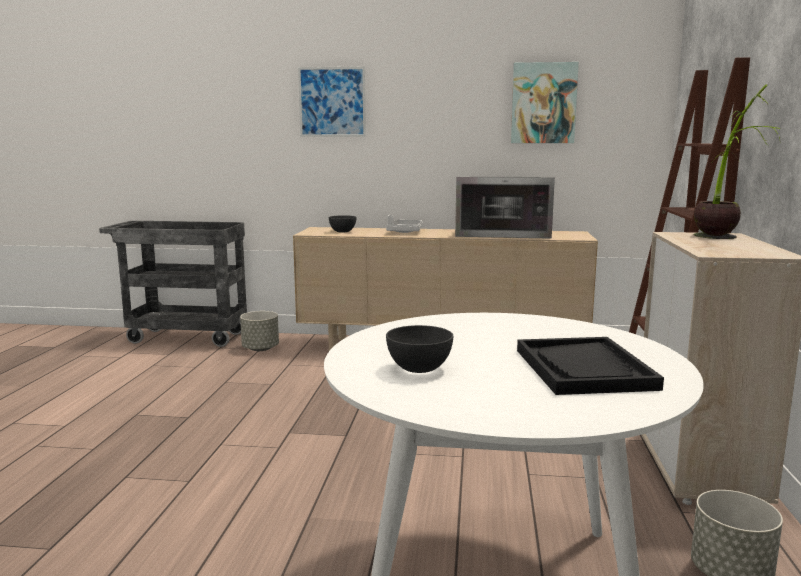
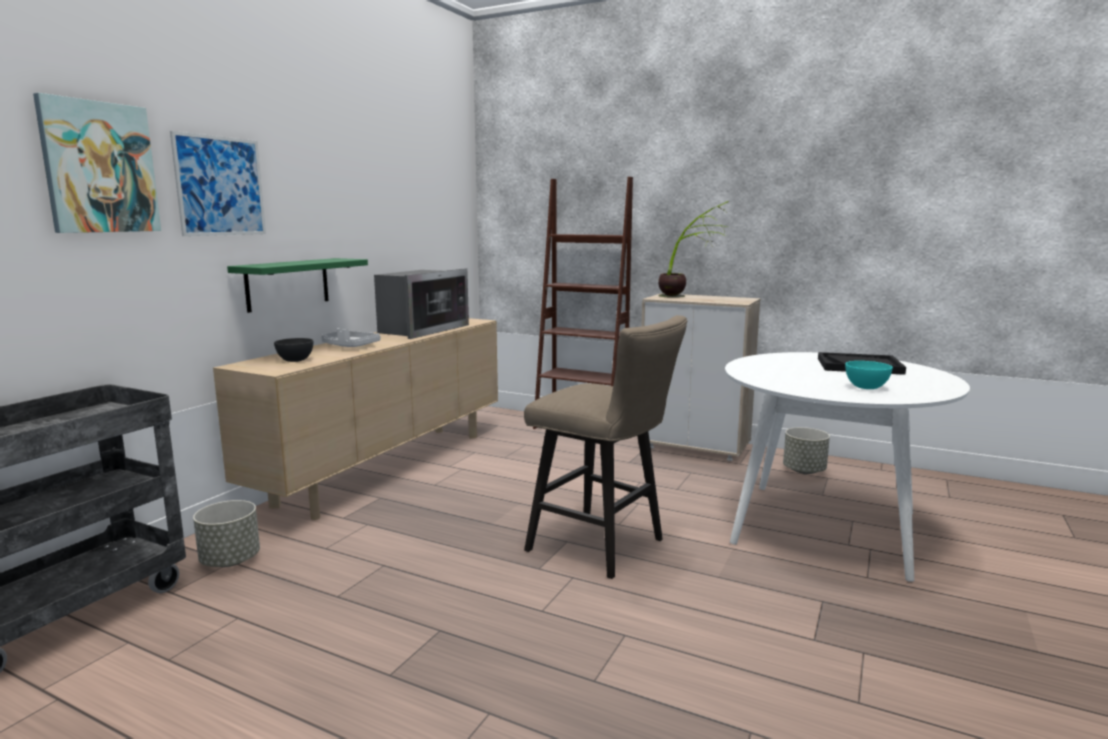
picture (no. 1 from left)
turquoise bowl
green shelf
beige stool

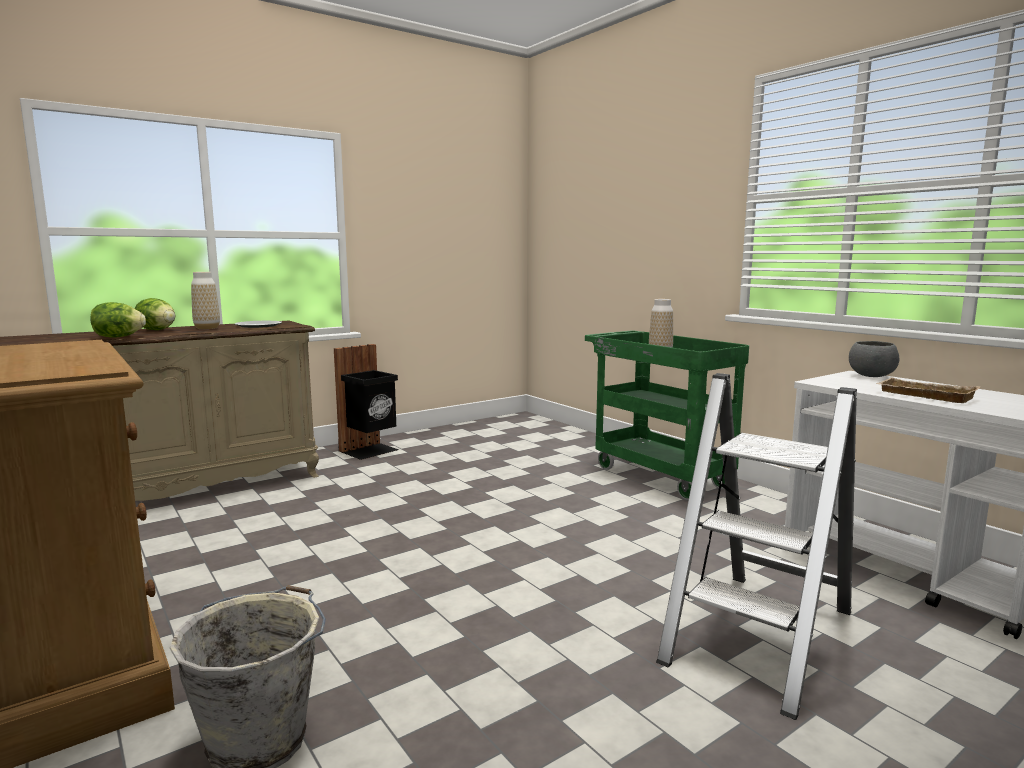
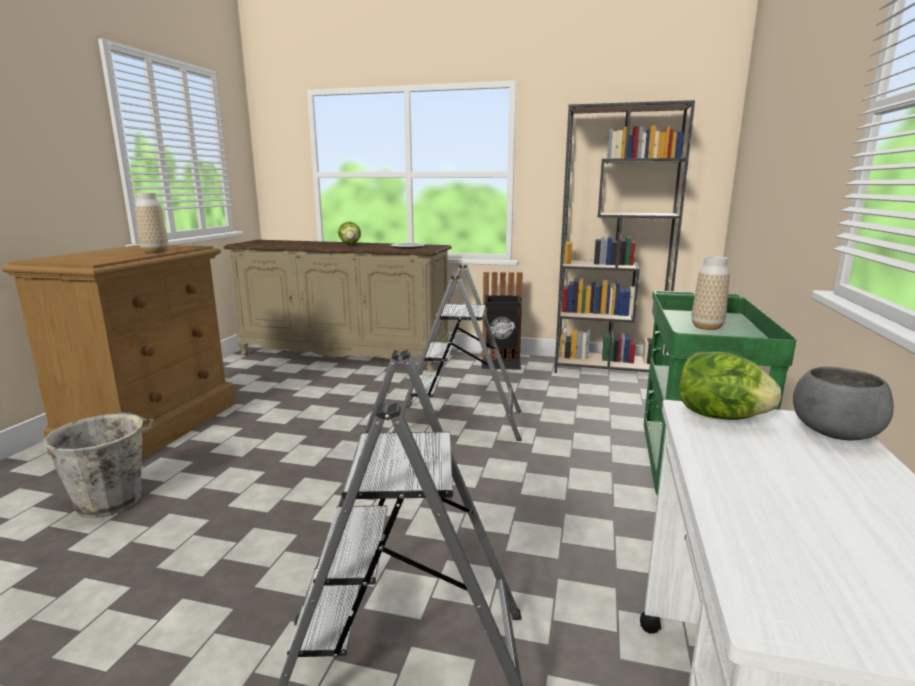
vase (no. 1 from left)
lettuce (no. 2 from left)
beige tray
bookcase
grey step ladder (no. 2 from left)

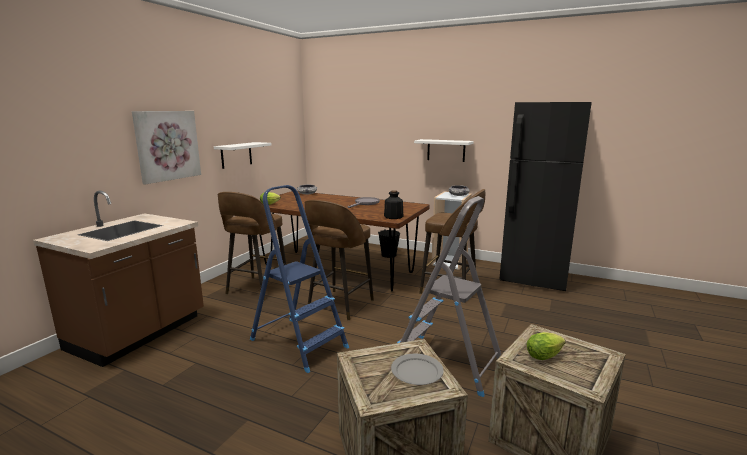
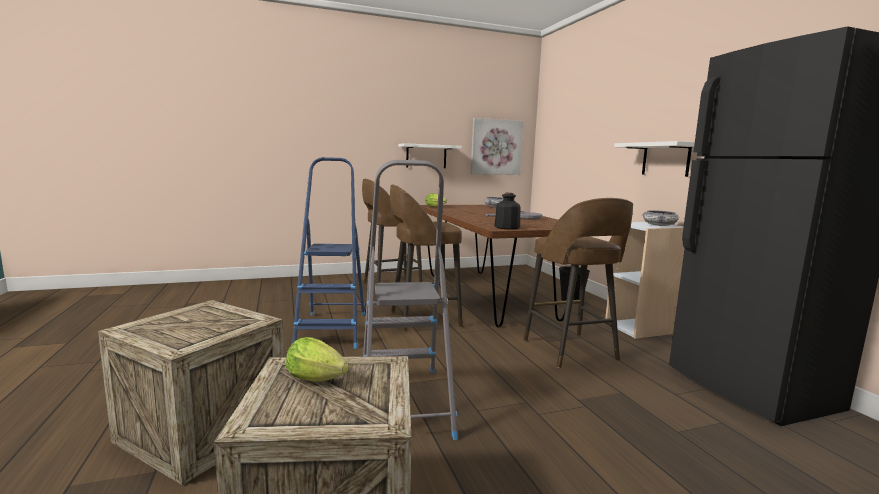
picture
brown counter
grey plate

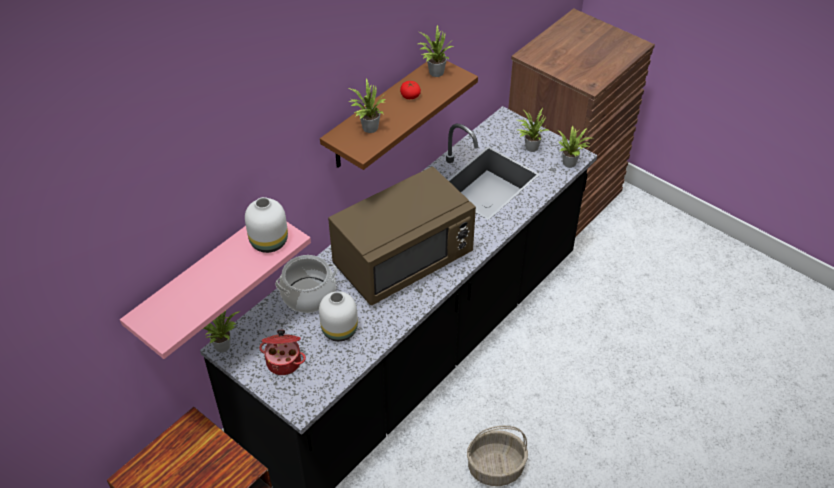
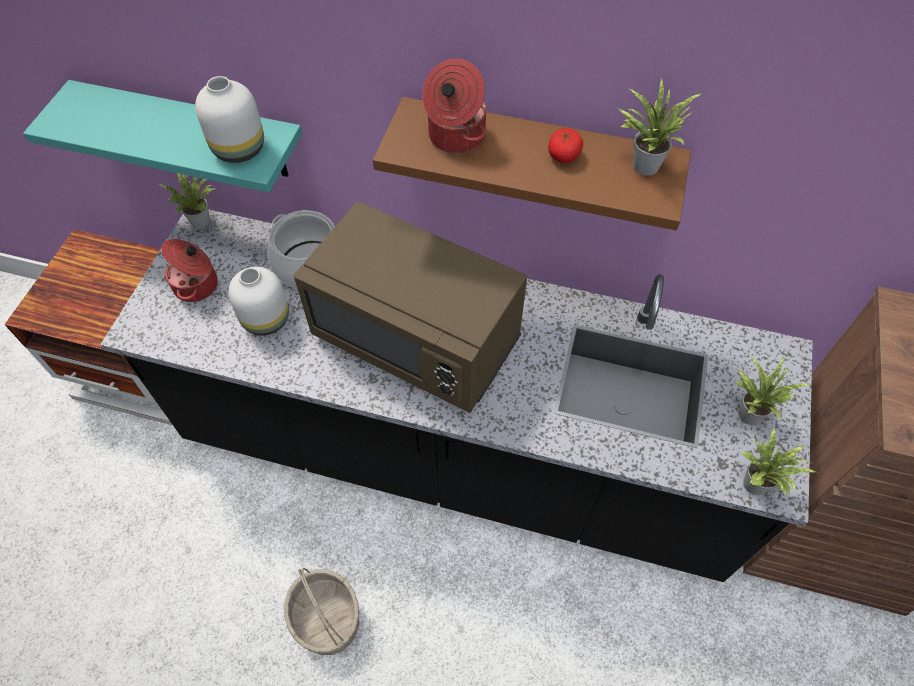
cooking pot (no. 3 from left)
turquoise shelf

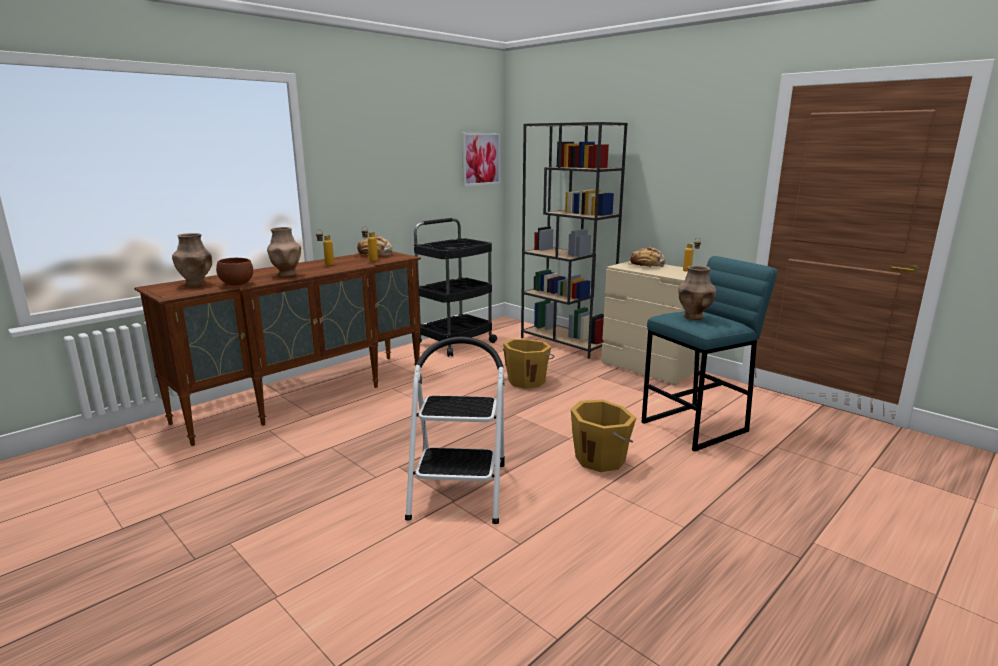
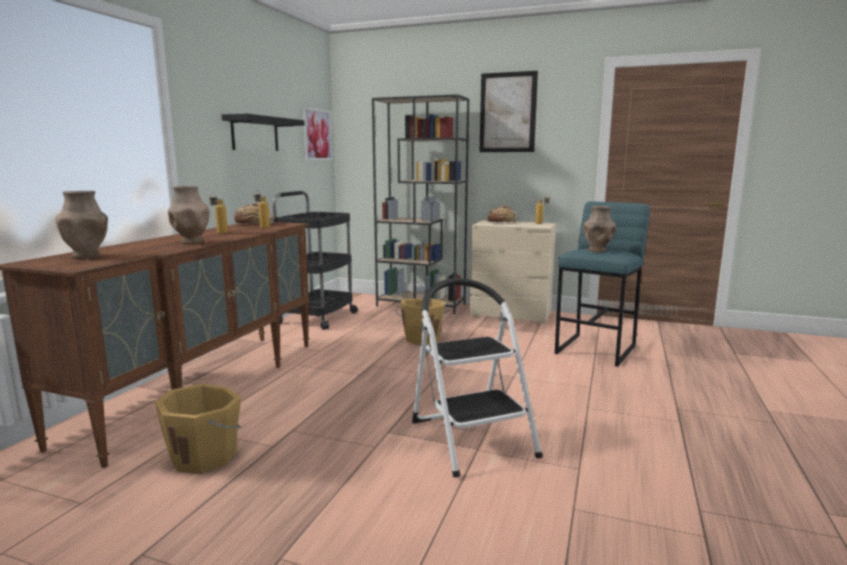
brown bowl
orange bucket (no. 1 from left)
picture (no. 2 from left)
black shelf

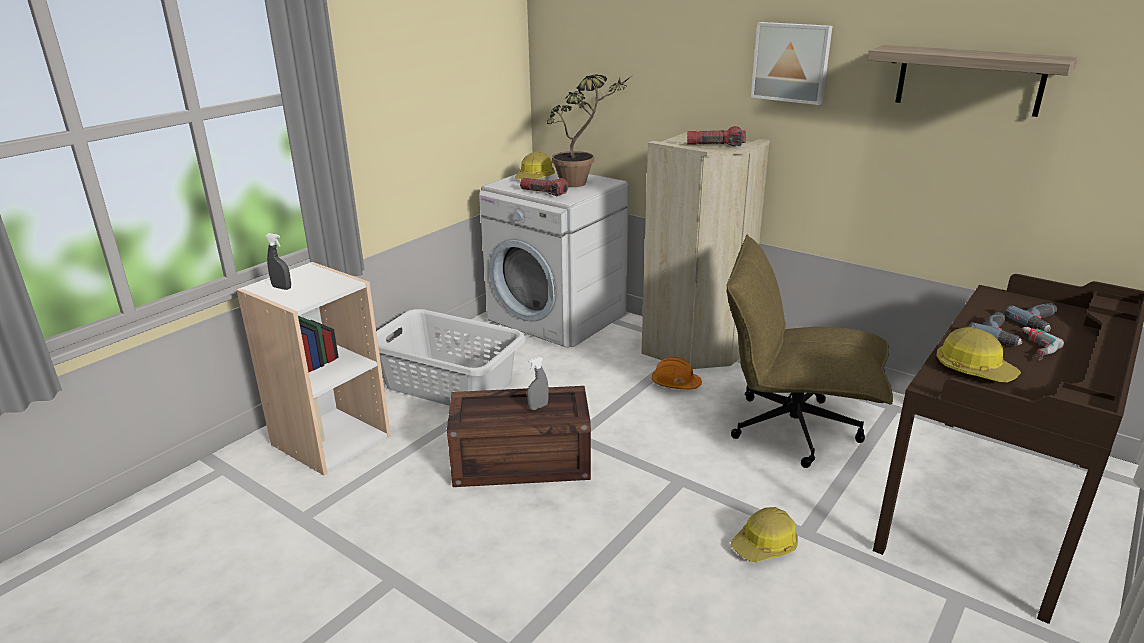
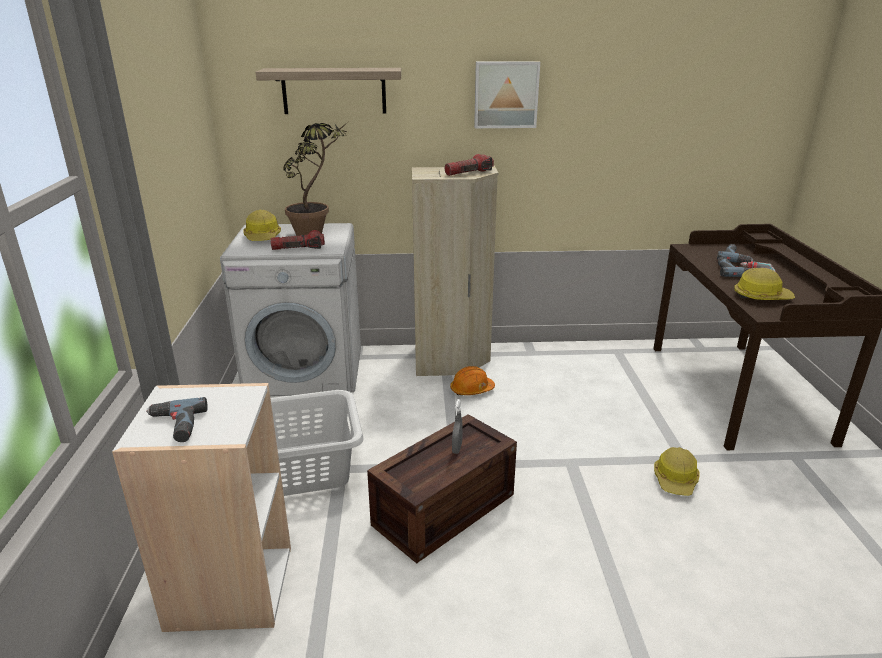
shelf
power drill (no. 1 from left)
beige office chair

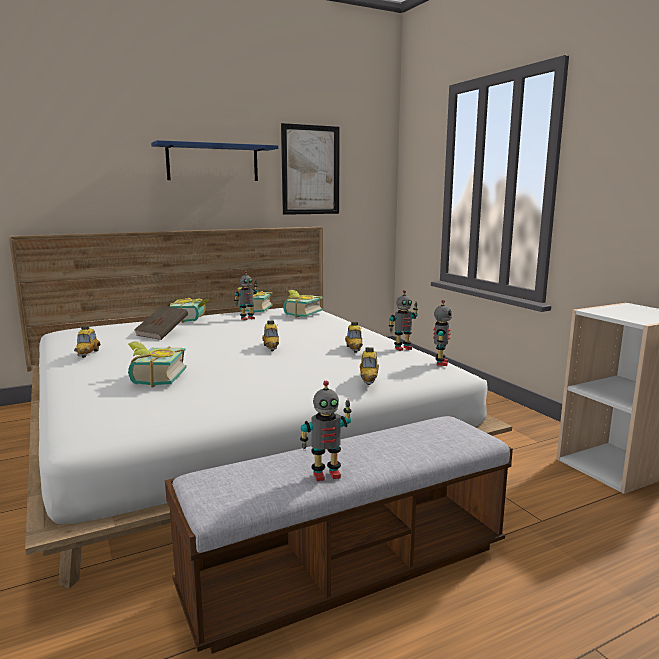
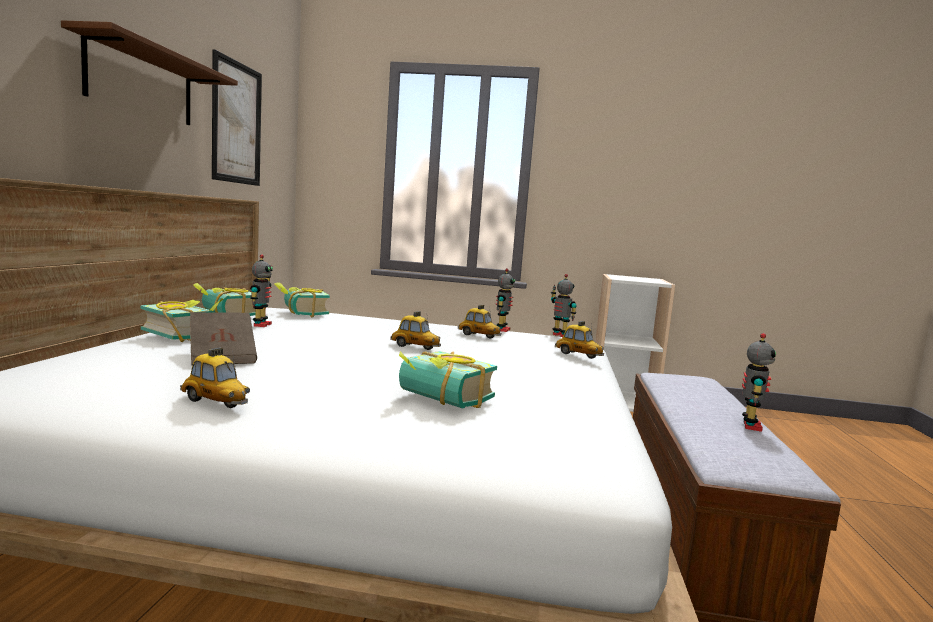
brown shelf

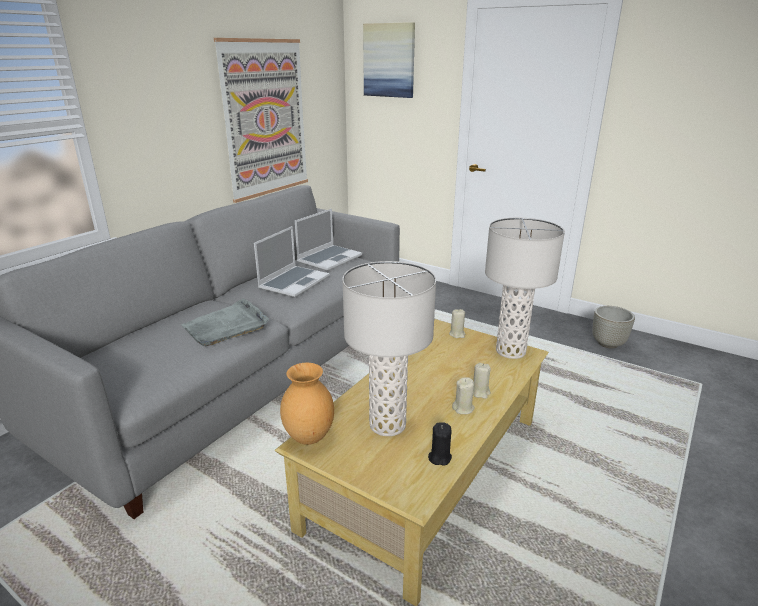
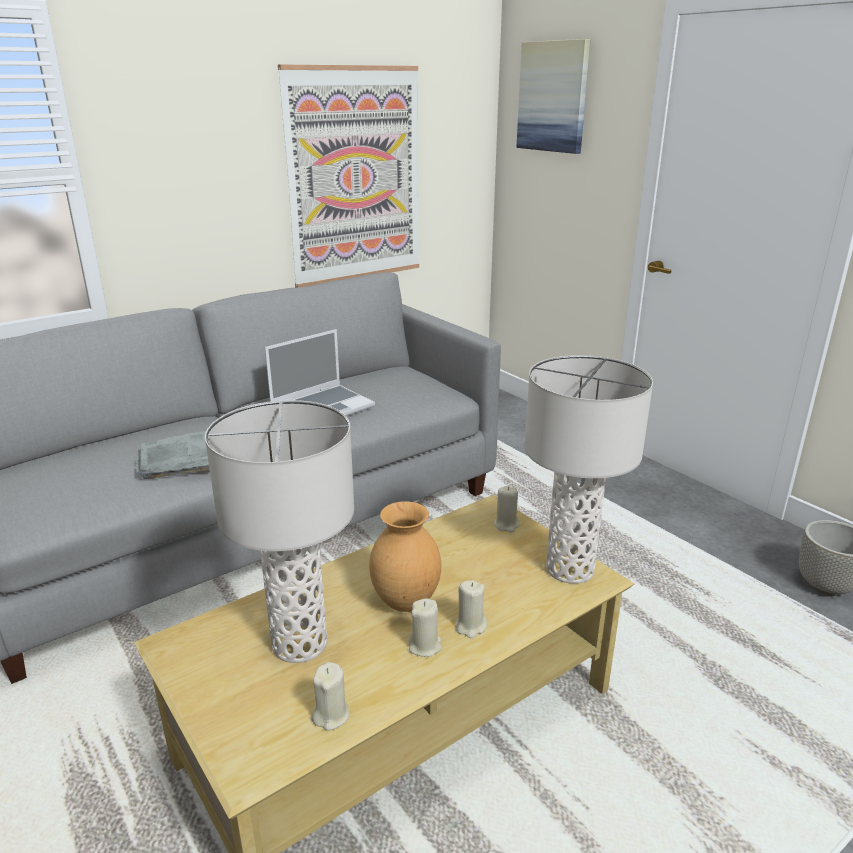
laptop (no. 2 from left in the first image)
brown vase
beige candle (no. 1 from left)

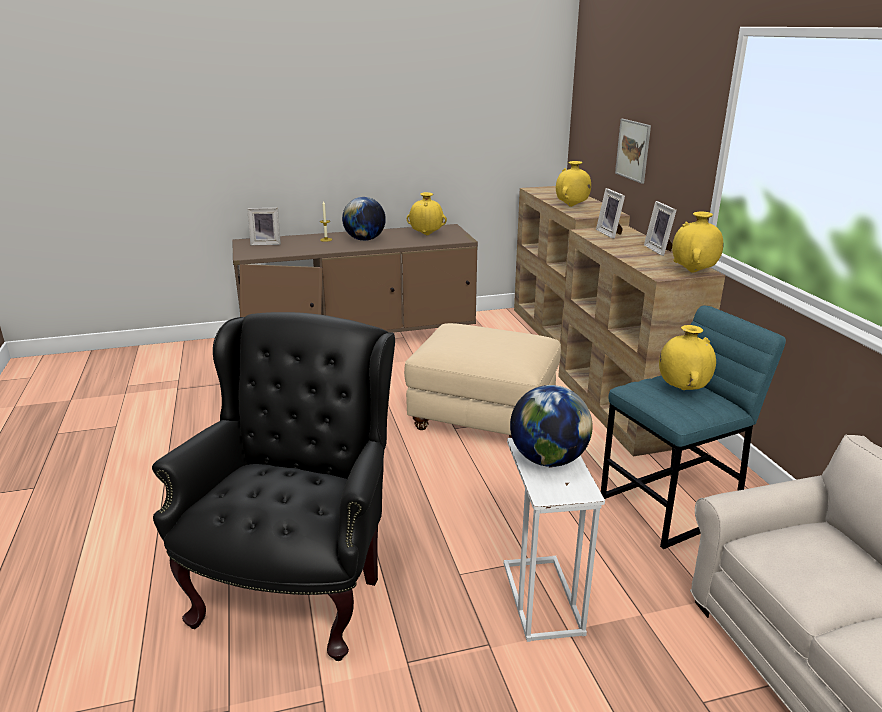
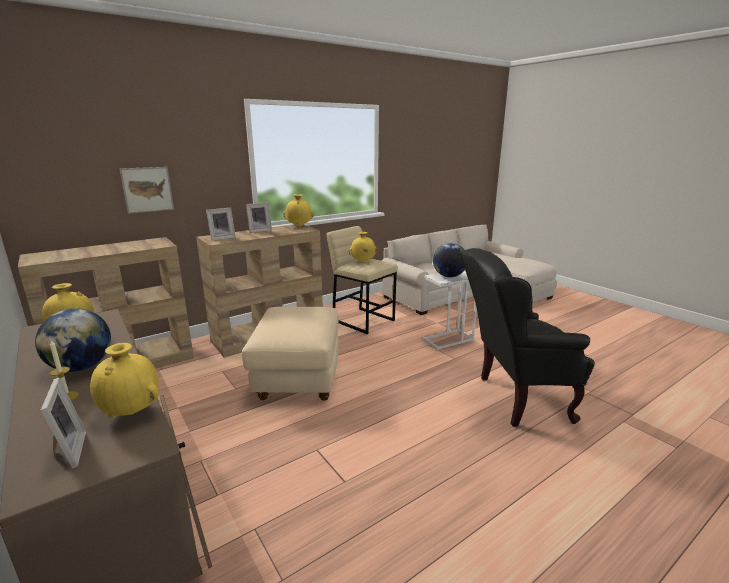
yellow vase (no. 2 from left)
beige stool

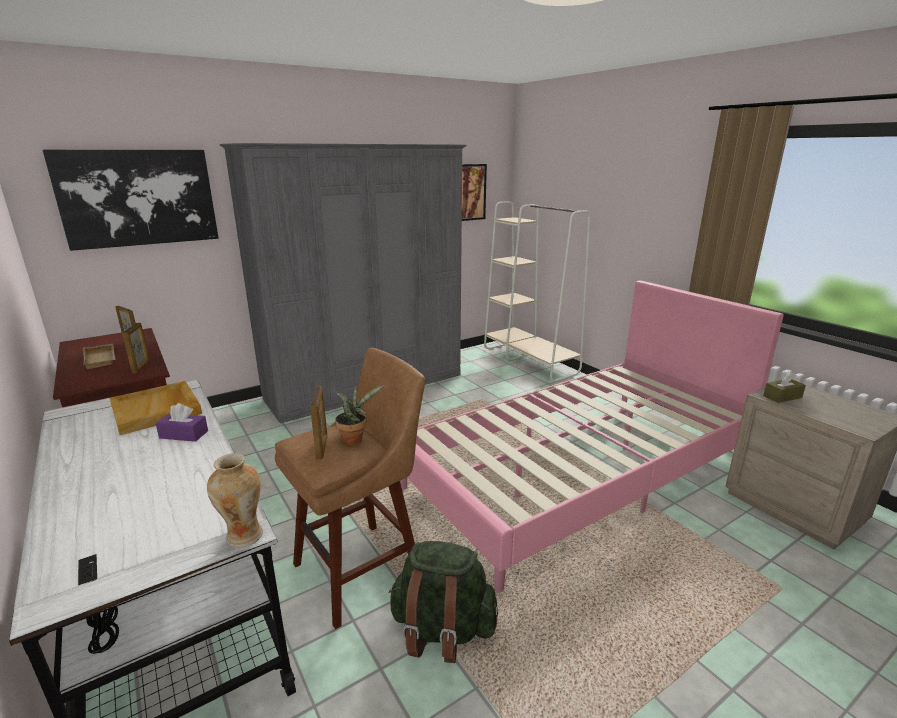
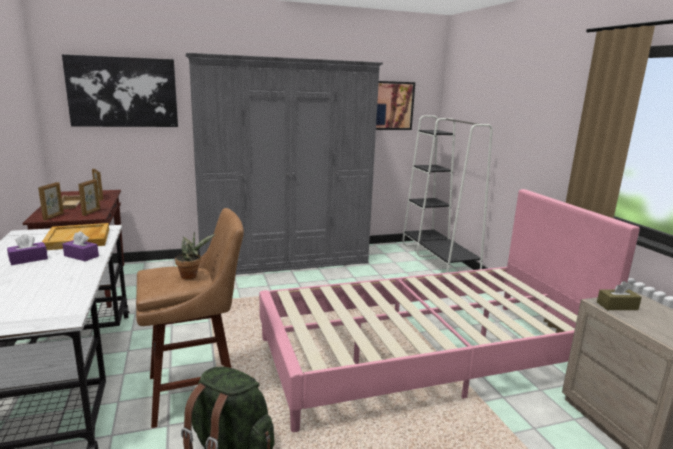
black clothes rack
picture frame (no. 1 from left)
vase
purple tissue box (no. 1 from left)

